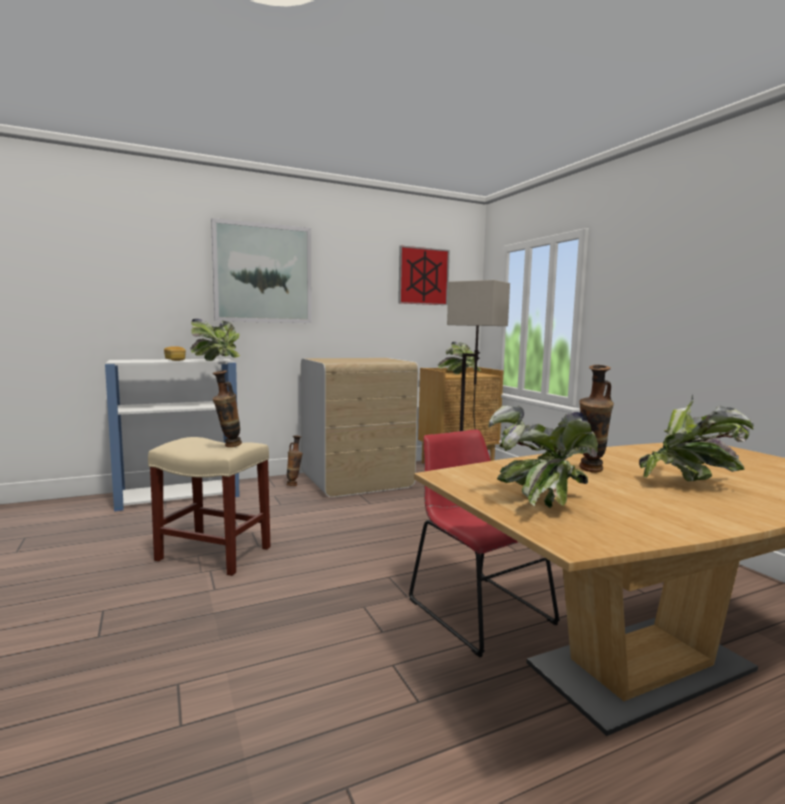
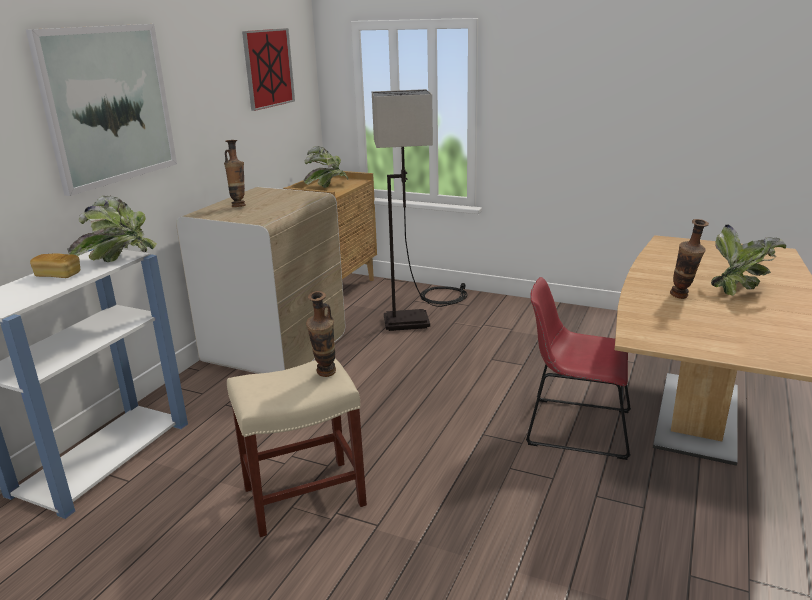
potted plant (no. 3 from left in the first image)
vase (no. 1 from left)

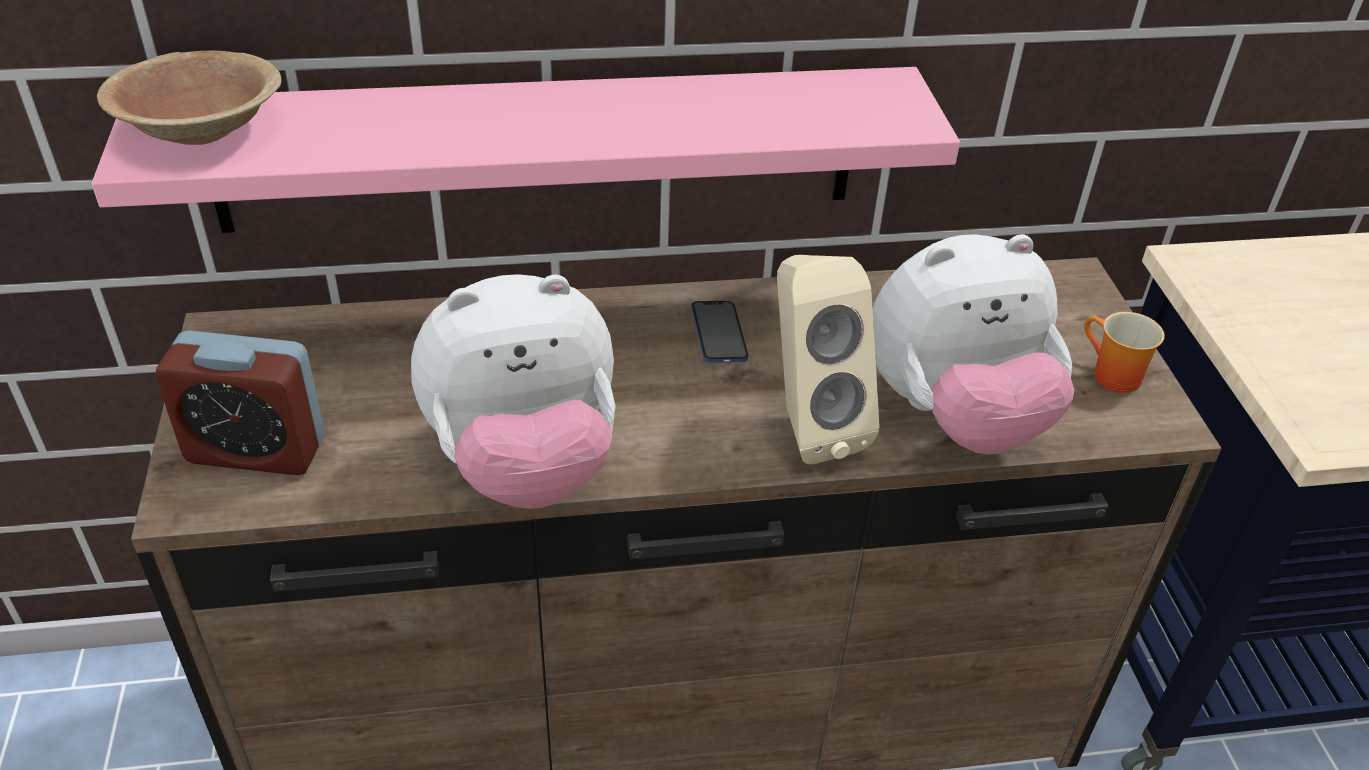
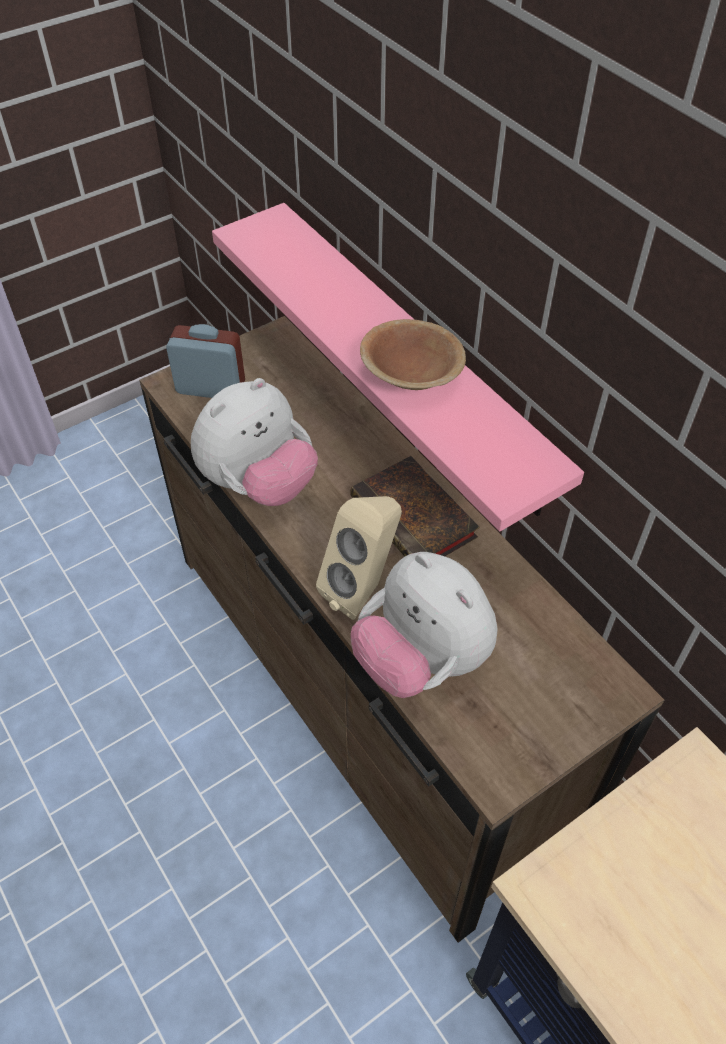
brown bowl
plush toy (no. 1 from left)
book
mug
alarm clock

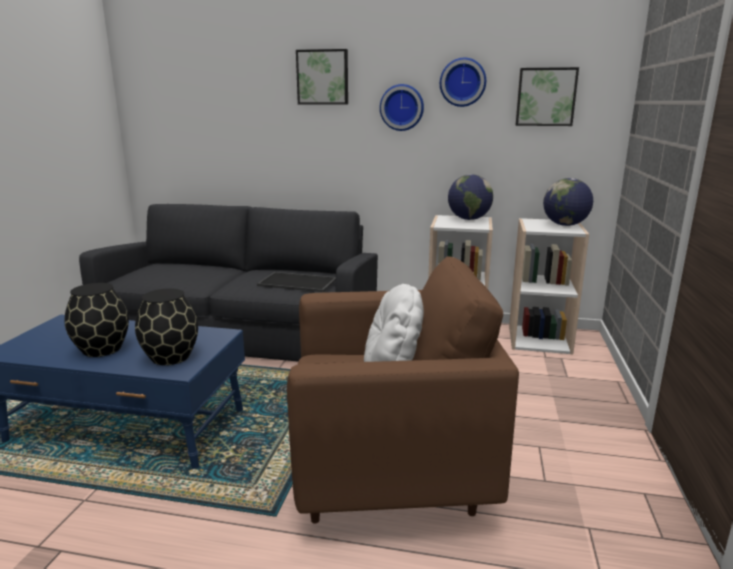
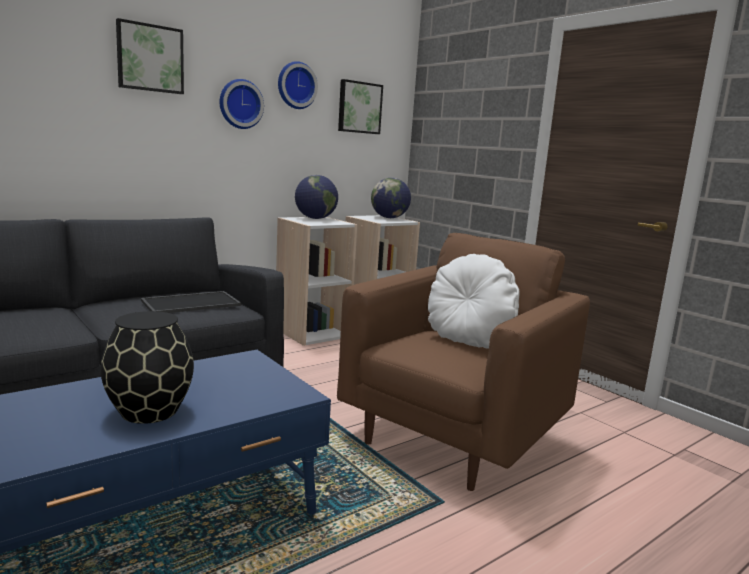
black vase (no. 2 from left in the first image)

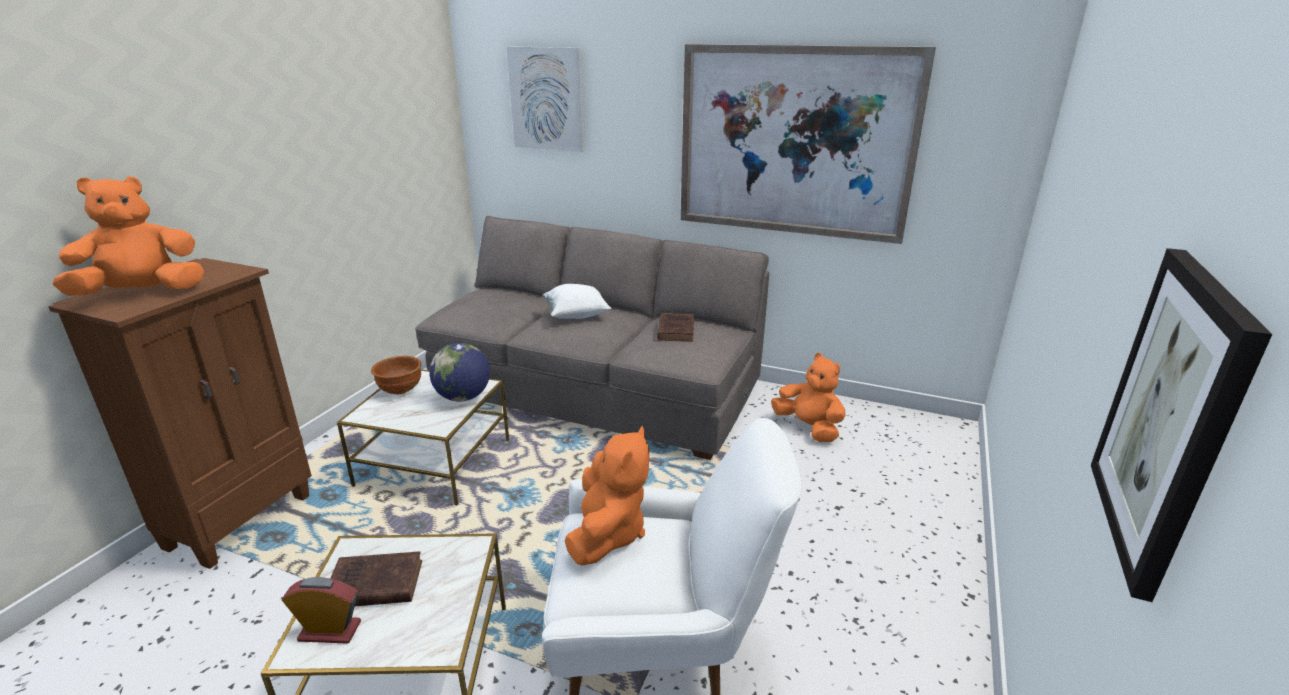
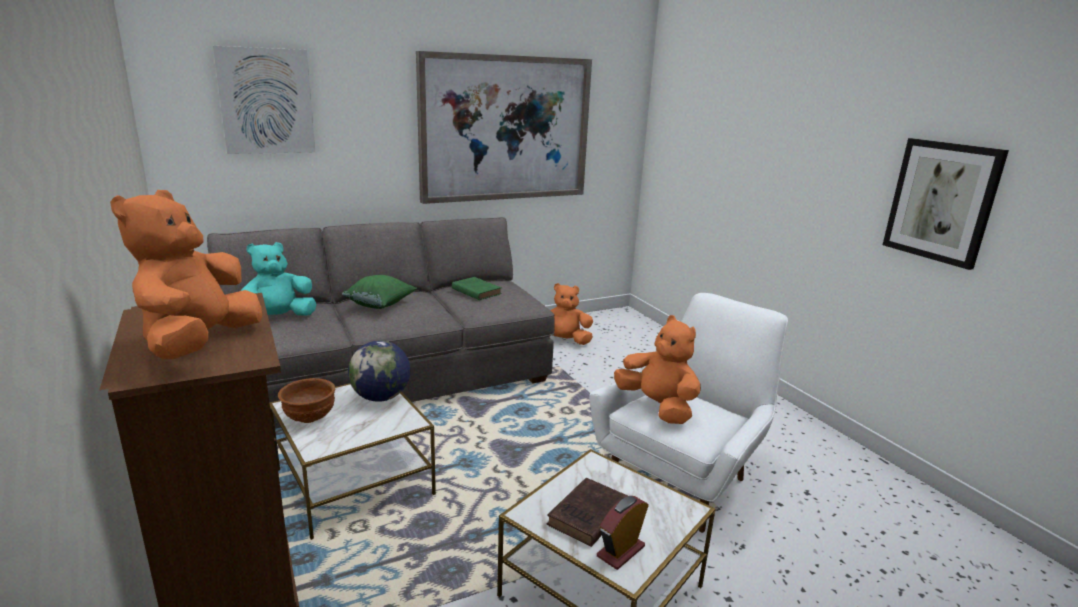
green pillow
green book
turquoise plush toy

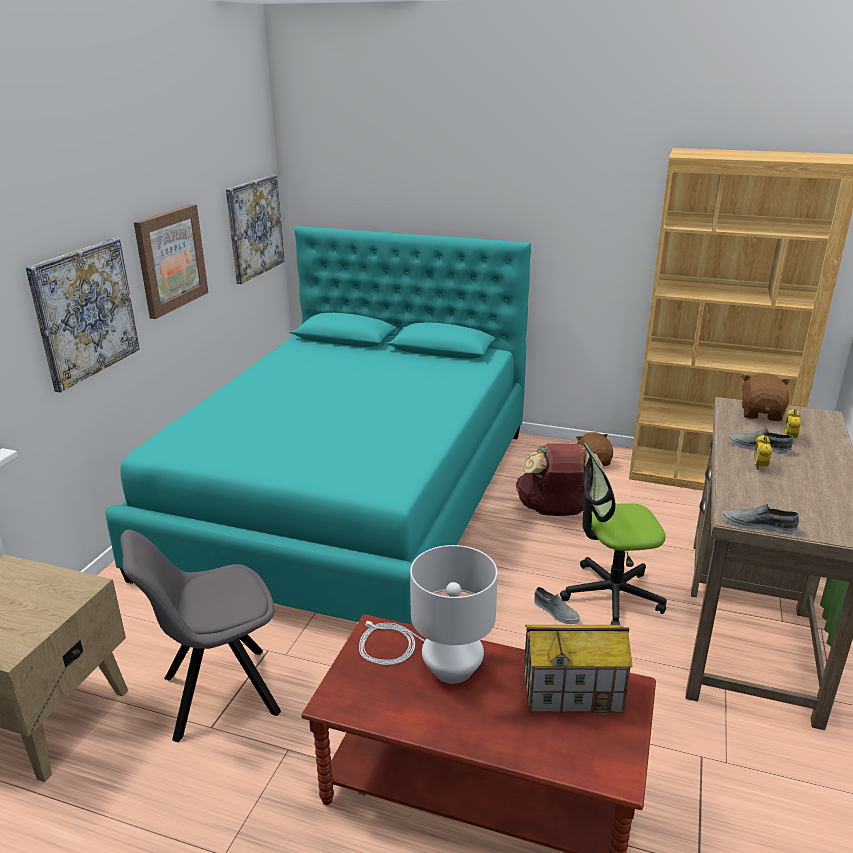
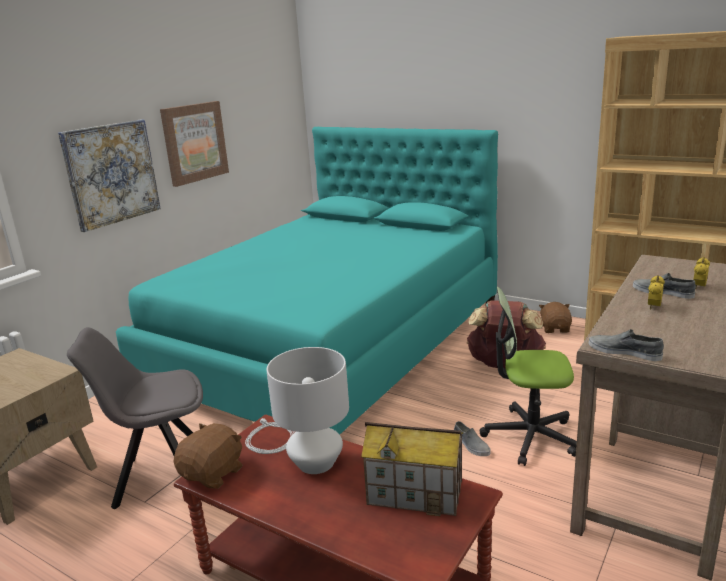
picture (no. 3 from left in the first image)
brown plush toy (no. 1 from left)

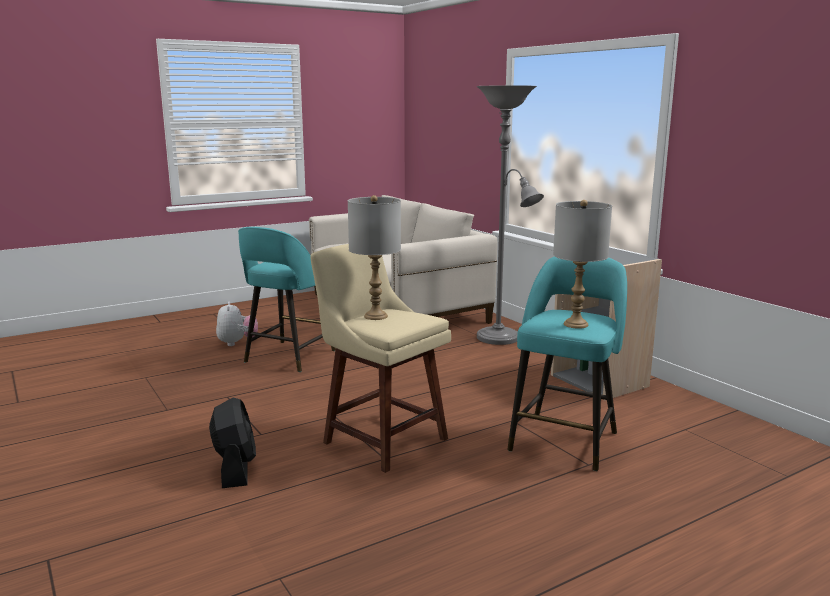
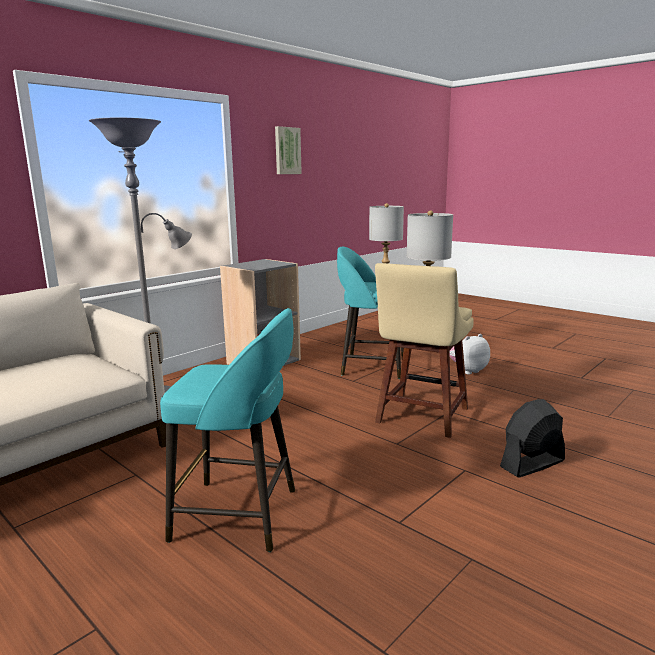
plush toy
picture

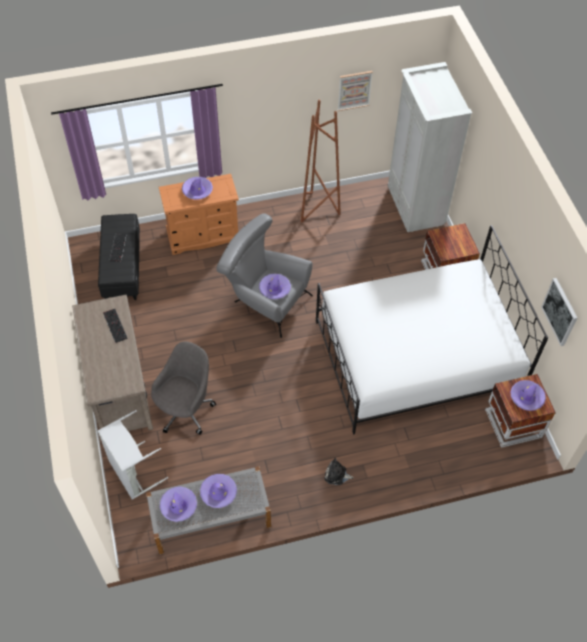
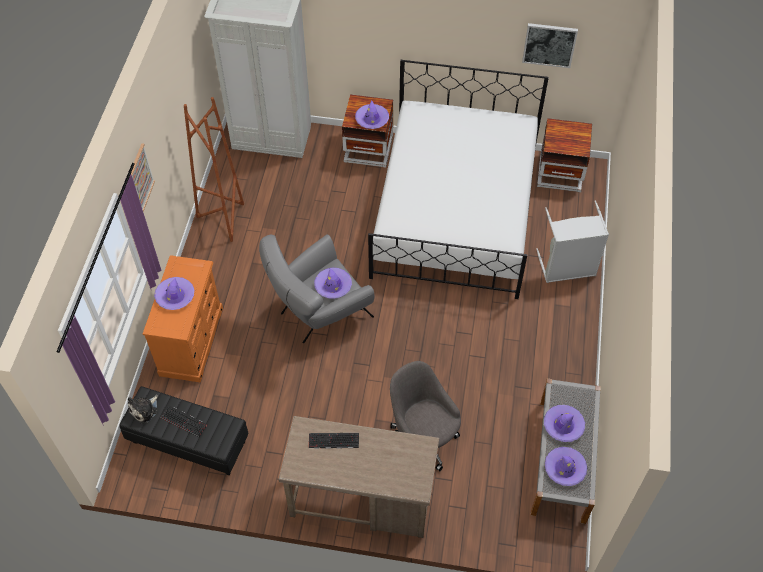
picture (no. 1 from left)
purple hat (no. 3 from left)
grey laundry basket
plush toy

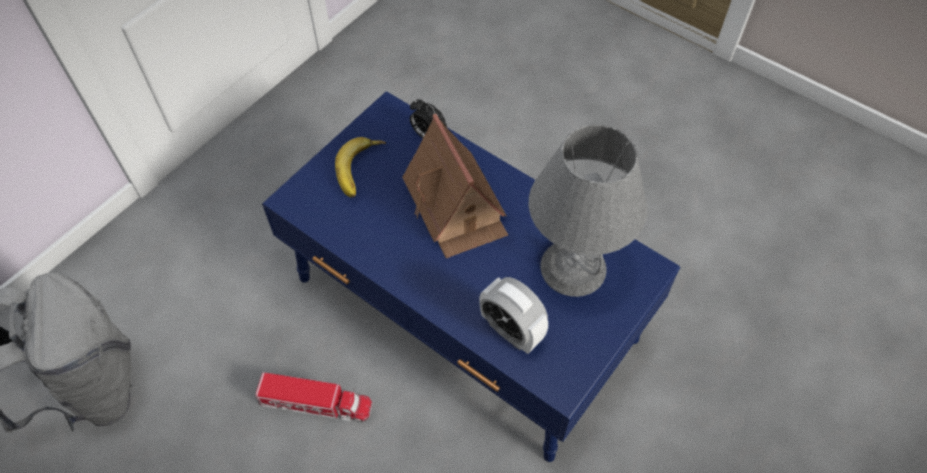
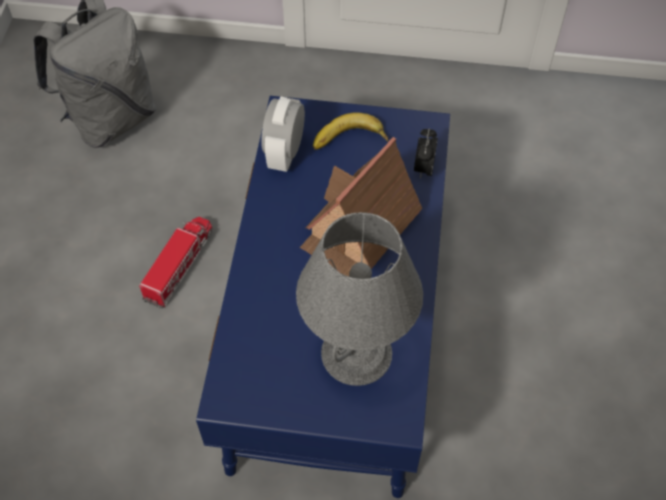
alarm clock (no. 1 from left)
toy truck

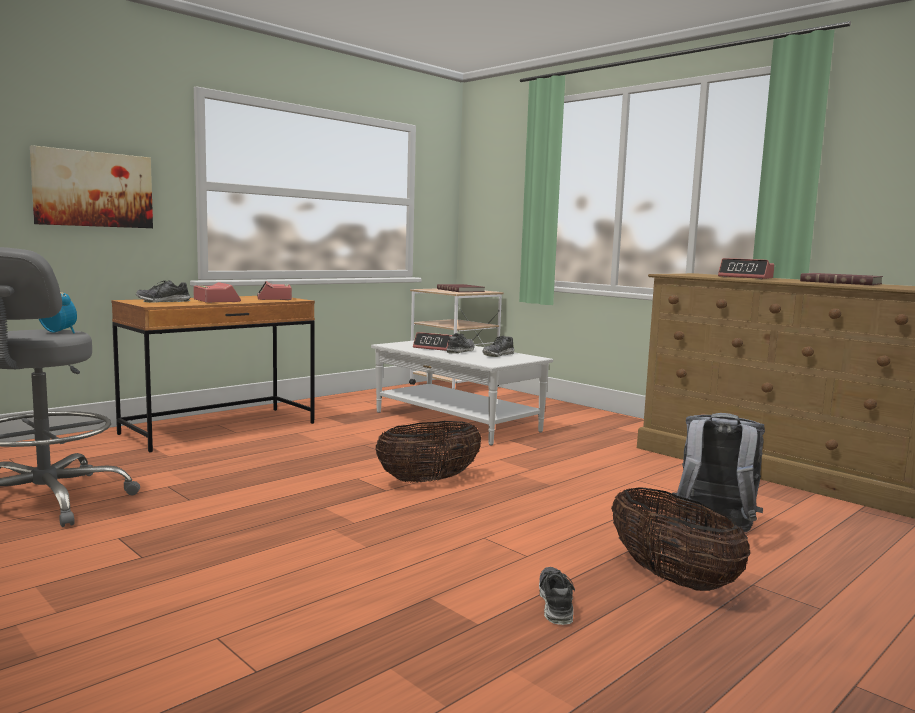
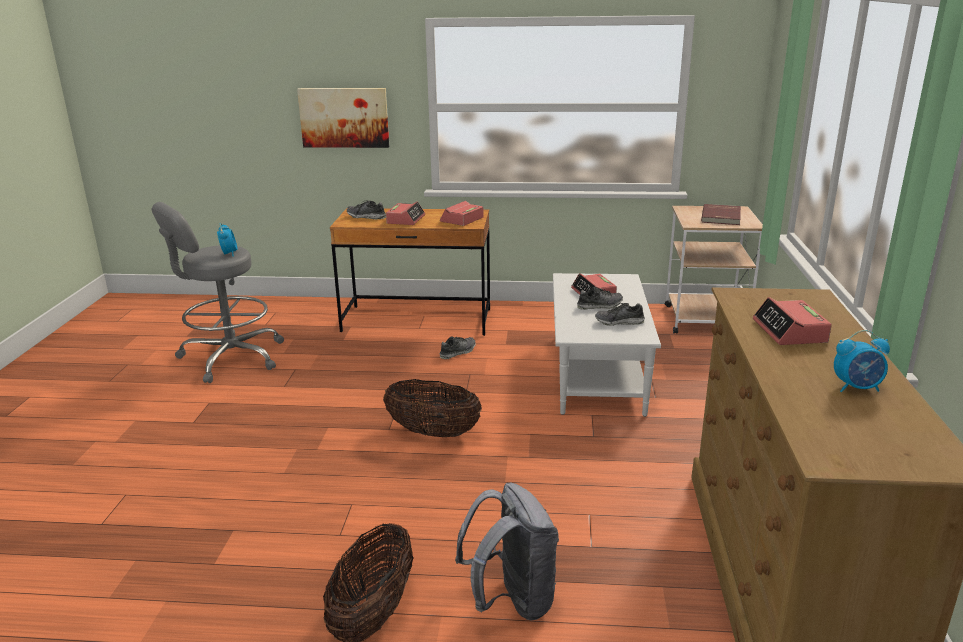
alarm clock (no. 6 from left)
shoe (no. 2 from left)

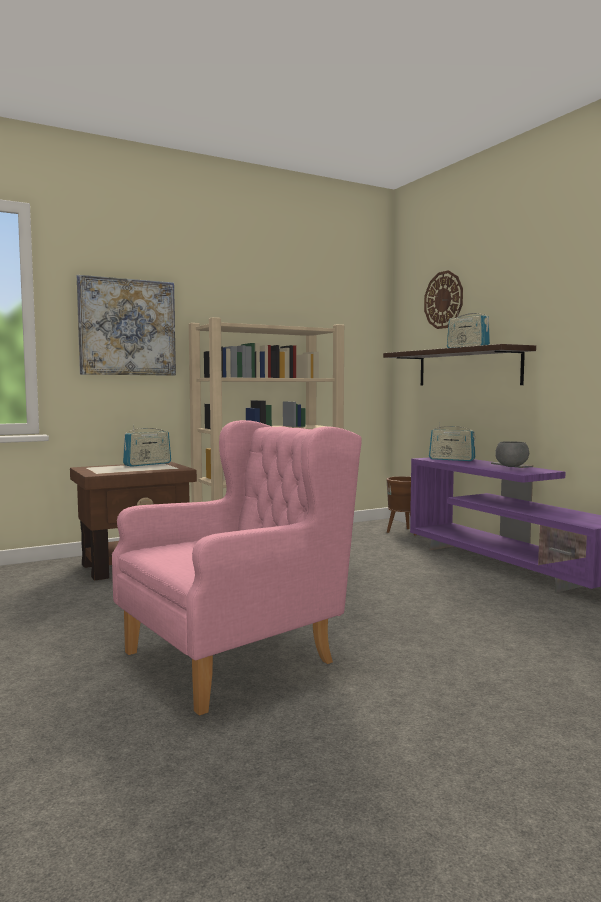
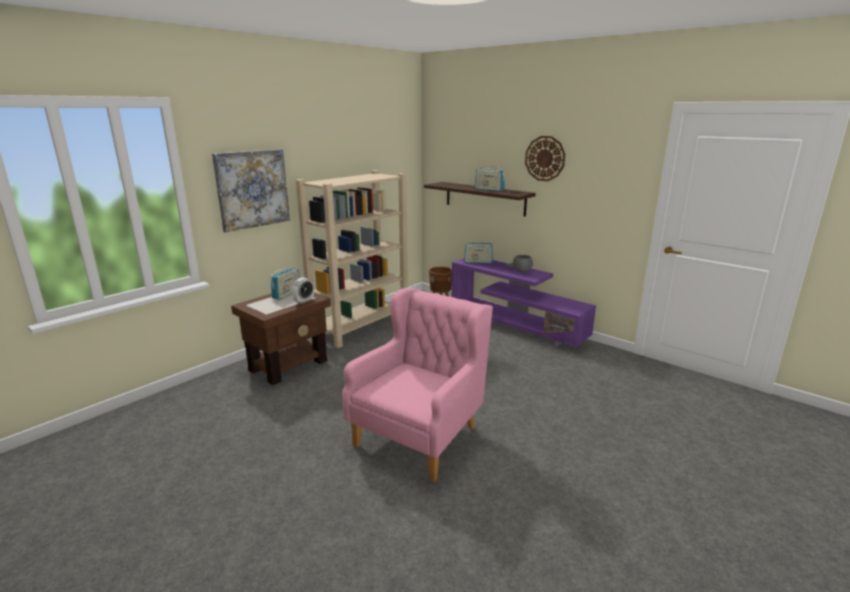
wall clock
alarm clock

